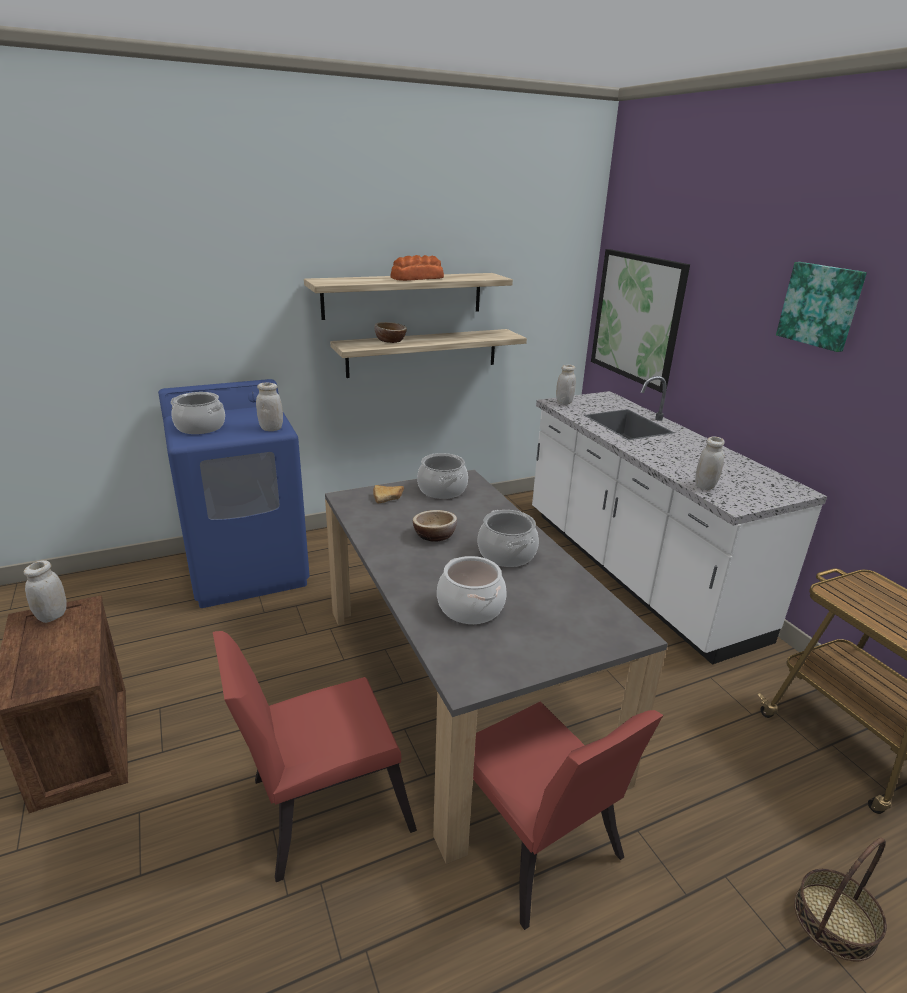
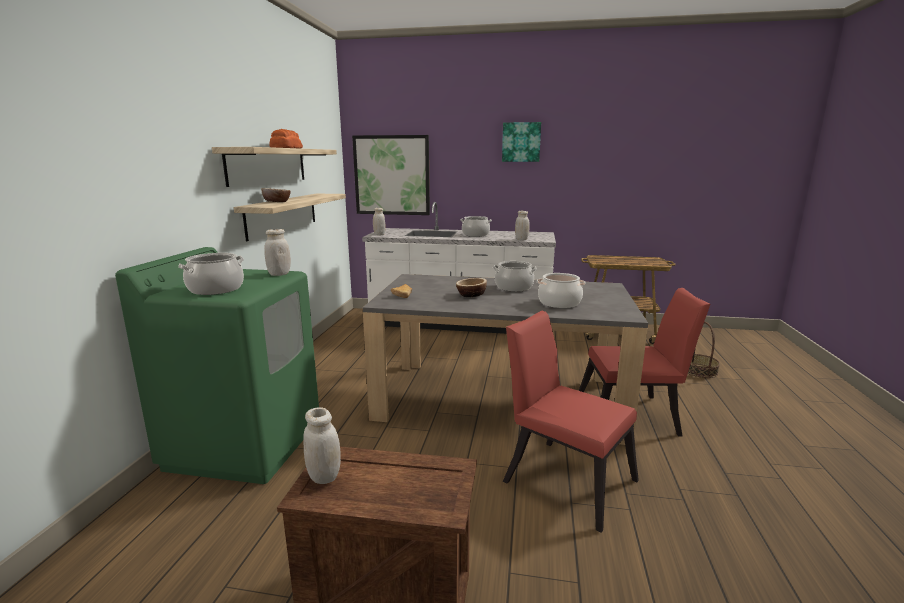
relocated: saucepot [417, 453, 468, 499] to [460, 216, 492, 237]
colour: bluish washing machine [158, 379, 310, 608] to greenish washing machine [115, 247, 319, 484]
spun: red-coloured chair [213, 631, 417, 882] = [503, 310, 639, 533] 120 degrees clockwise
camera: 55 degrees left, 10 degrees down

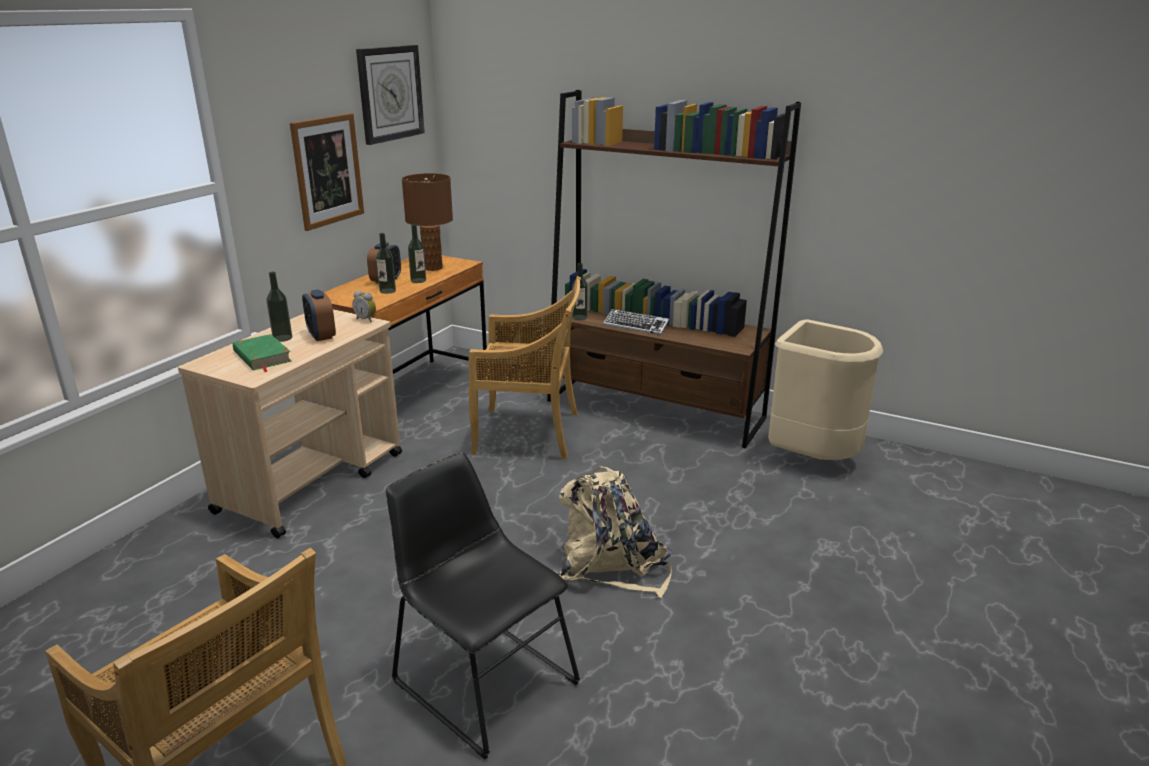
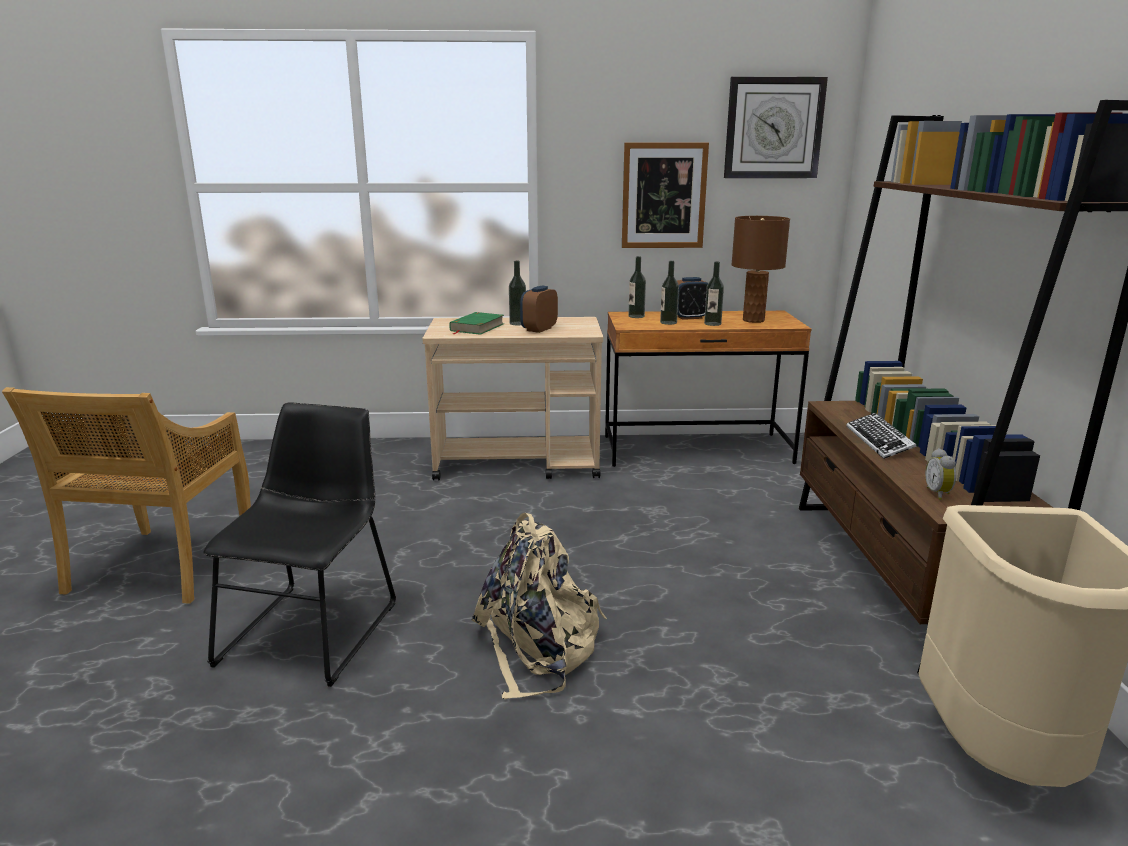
missing: beige-coloured chair [469, 276, 581, 459]
relocated: table clock [352, 290, 376, 322] to [925, 448, 956, 500]; bottle [572, 263, 588, 320] to [628, 256, 646, 318]
camera: 60 degrees right, 5 degrees down

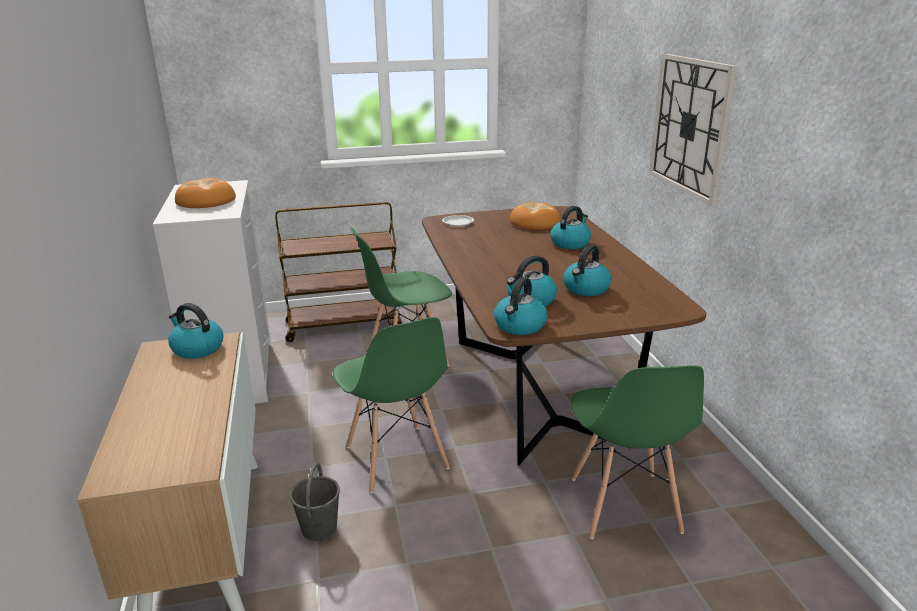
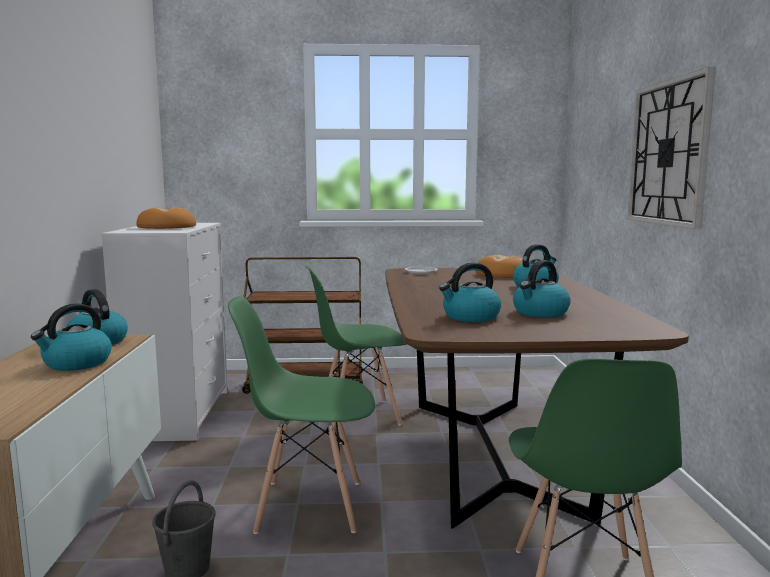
relocated: tea kettle [494, 277, 547, 335] to [31, 303, 112, 371]
spun: greenish chair [333, 317, 450, 494] = [228, 296, 375, 534] 105 degrees clockwise
camera: 10 degrees right, 15 degrees down

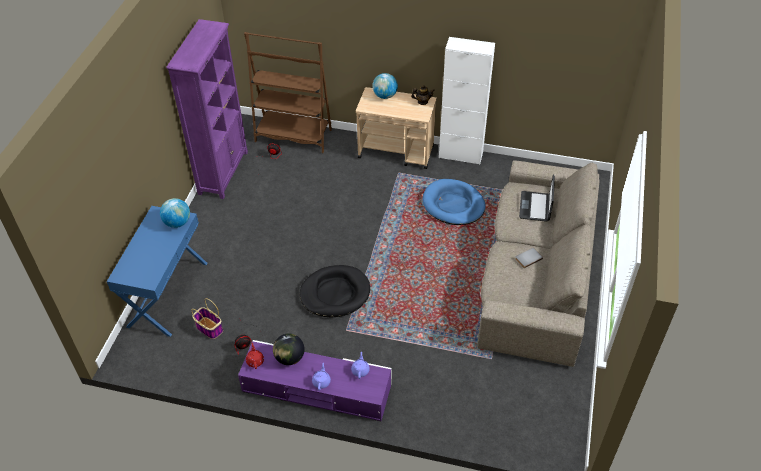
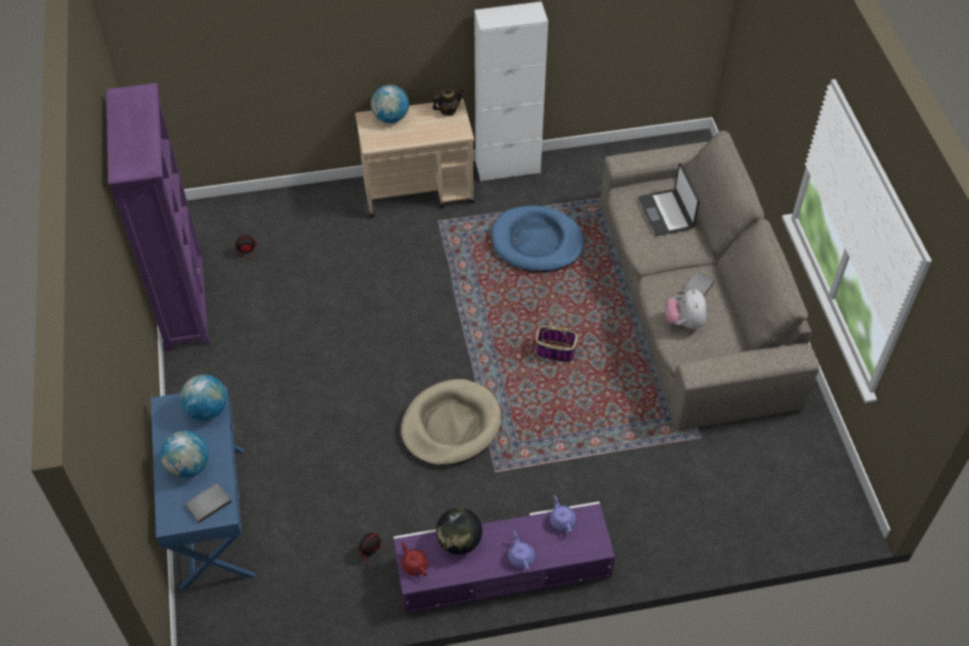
missing: brown bookshelf [244, 32, 332, 153]
appeared: world globe [160, 431, 209, 478]; gray book [186, 483, 232, 523]; plush toy [665, 289, 706, 329]
relocated: basket [191, 298, 223, 339] to [536, 310, 578, 362]
colour: black pet bed [300, 265, 370, 318] to beige-coloured pet bed [401, 379, 501, 466]
camera: 25 degrees left, 5 degrees up

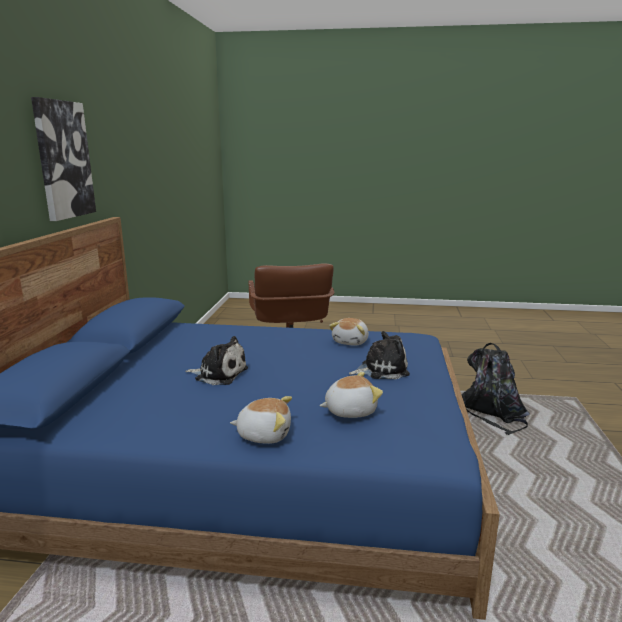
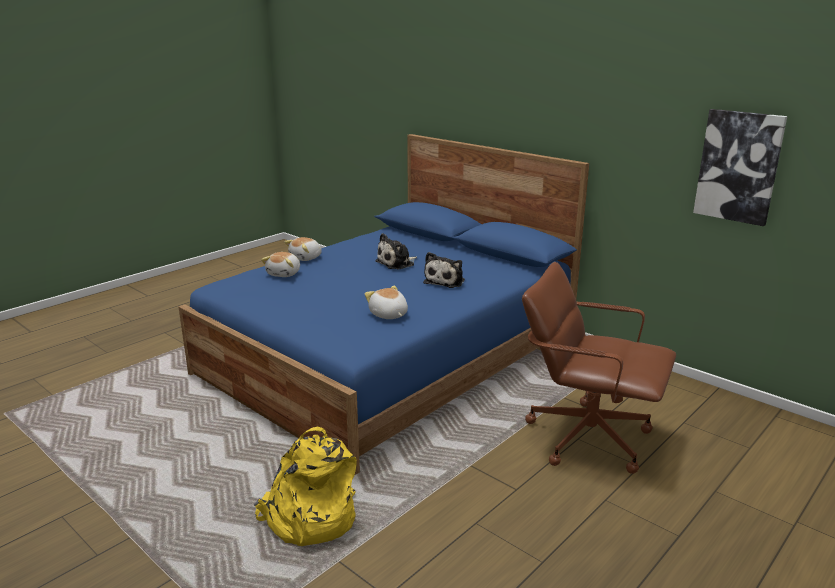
relocated: wall picture [31, 97, 96, 221] to [693, 109, 787, 226]; plush toy [349, 331, 410, 379] to [423, 252, 465, 288]
colour: black backpack [461, 343, 530, 435] to yellow backpack [254, 426, 357, 546]
camera: 125 degrees right, 5 degrees up

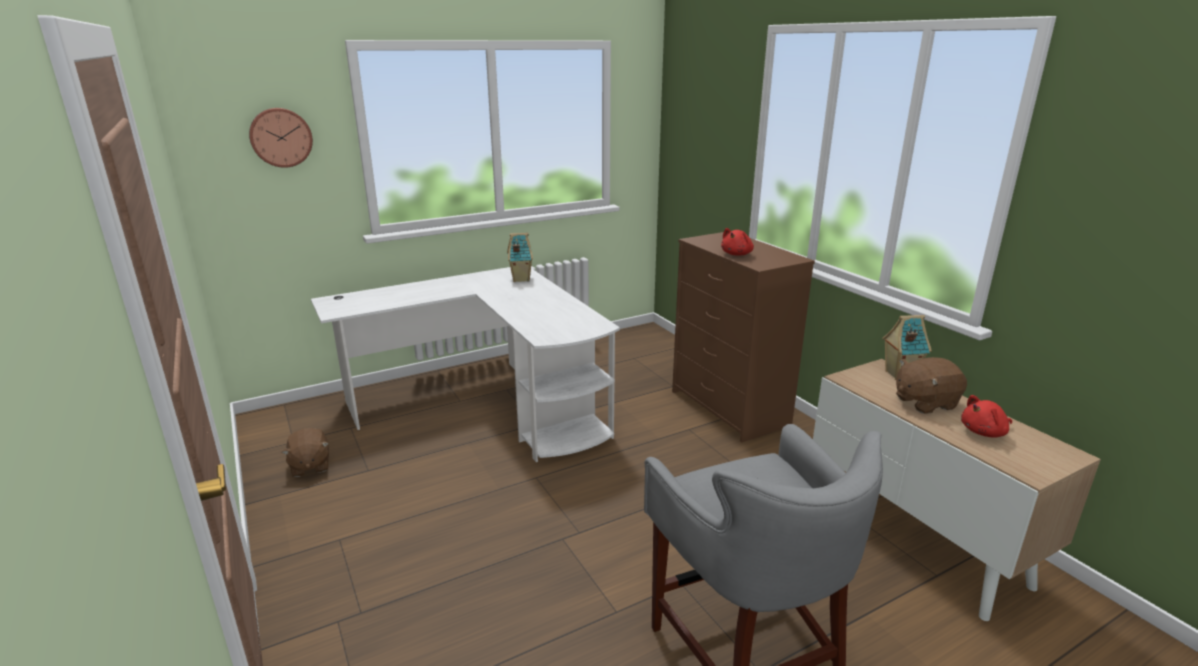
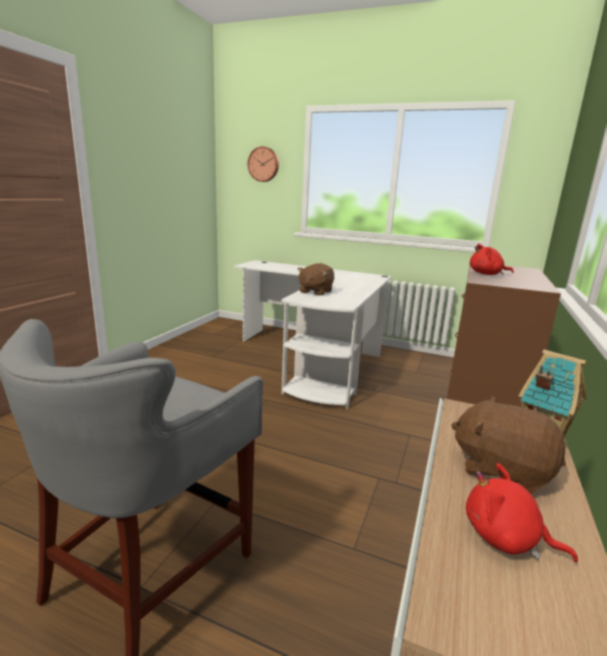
missing: miniature house [507, 233, 533, 282]
relocated: brown plush toy [282, 428, 329, 477] to [298, 263, 334, 296]
camera: 50 degrees right, 5 degrees down

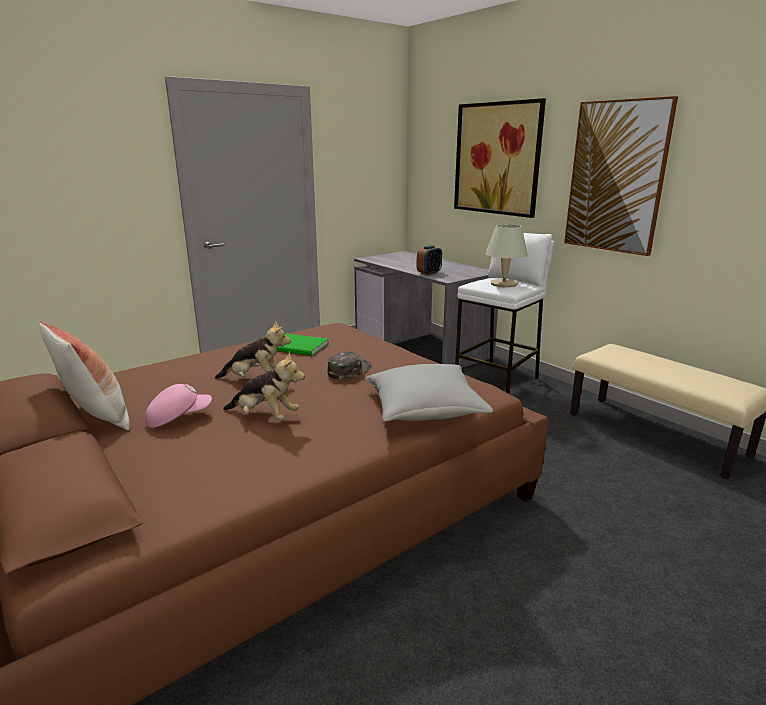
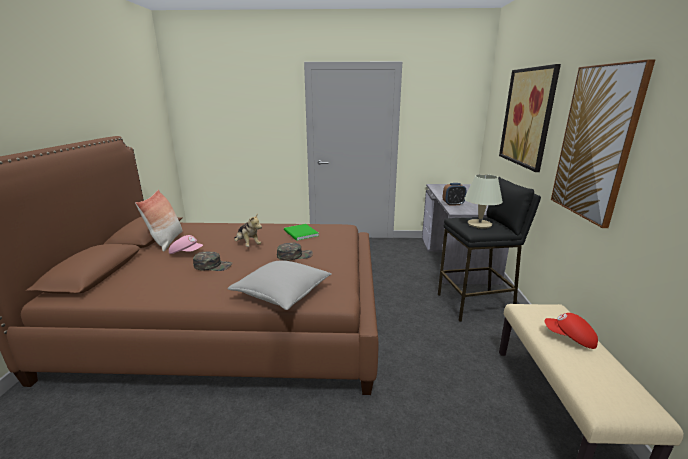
appeared: red-coloured cap [545, 313, 598, 349]
exchanged: plush toy [223, 351, 305, 419] to greenish cap [193, 251, 232, 271]
colour: whitish stool [455, 233, 554, 394] to black stool [438, 177, 541, 322]
camera: 40 degrees right, 0 degrees up

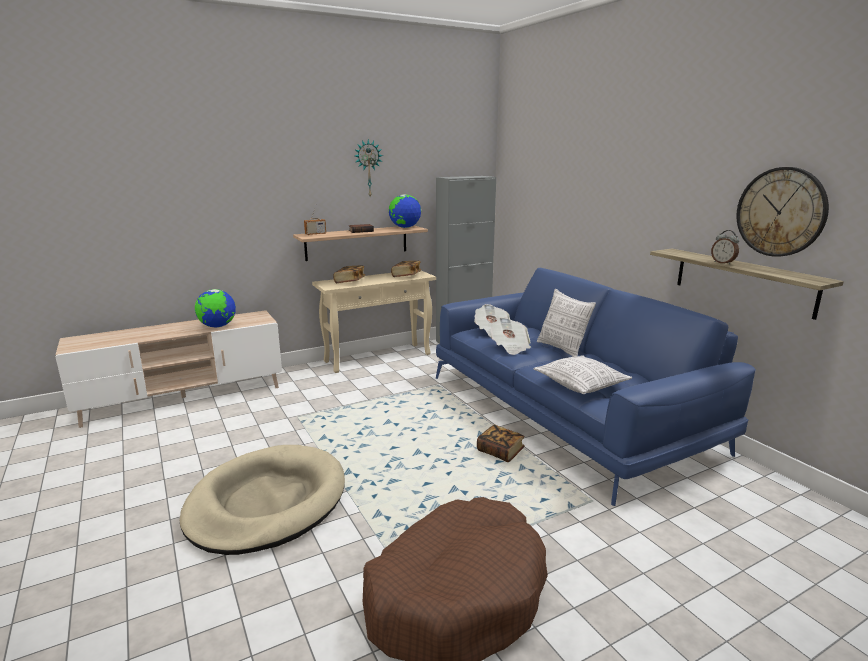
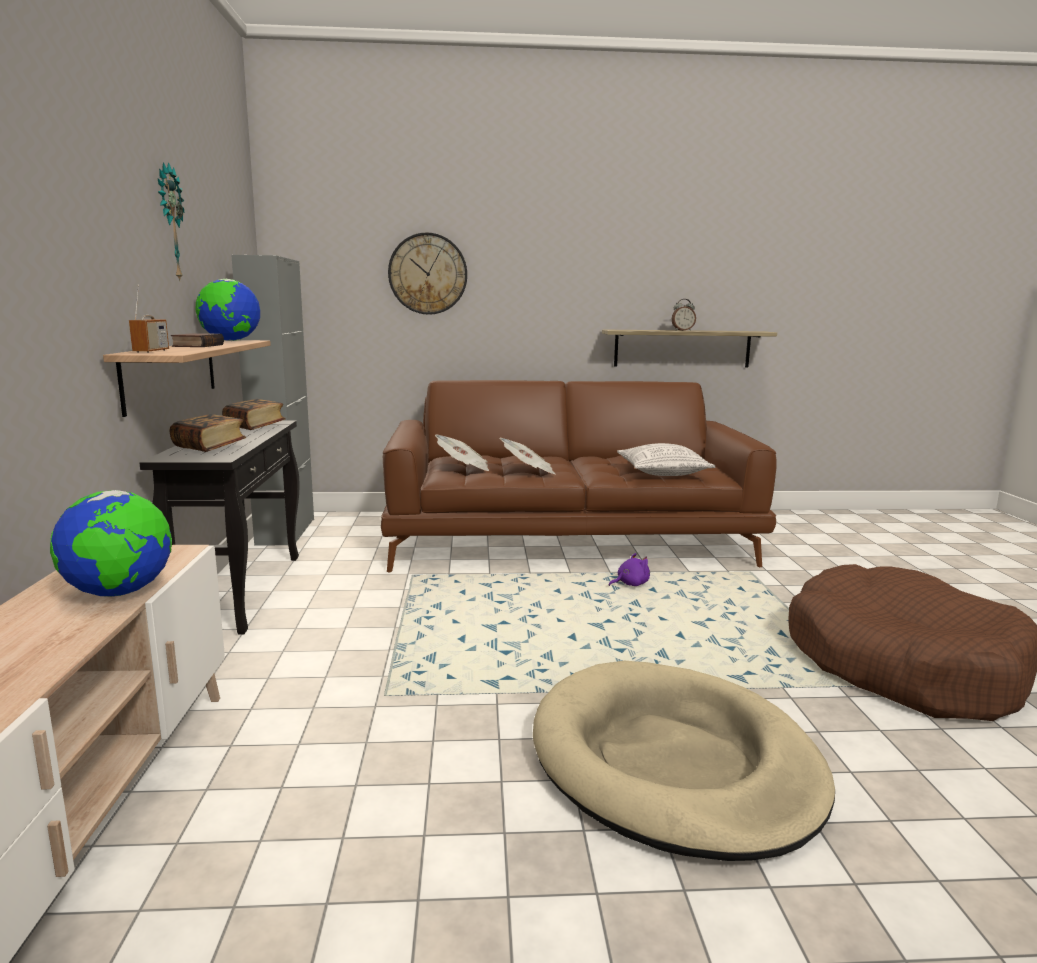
missing: throw pillow [537, 289, 596, 357]
relocated: clock on the wall [736, 167, 829, 257] to [388, 233, 467, 315]
exchanged: book [477, 425, 525, 462] to purplish plush toy [609, 553, 650, 586]
colour: beige-coloured console table [312, 271, 436, 373] to black console table [139, 421, 300, 635]; bluish sofa [436, 268, 756, 506] to brown sofa [381, 380, 776, 573]
camera: 65 degrees left, 5 degrees down

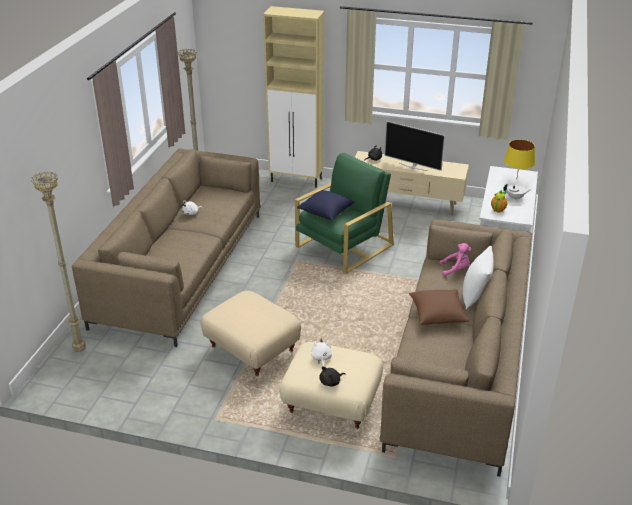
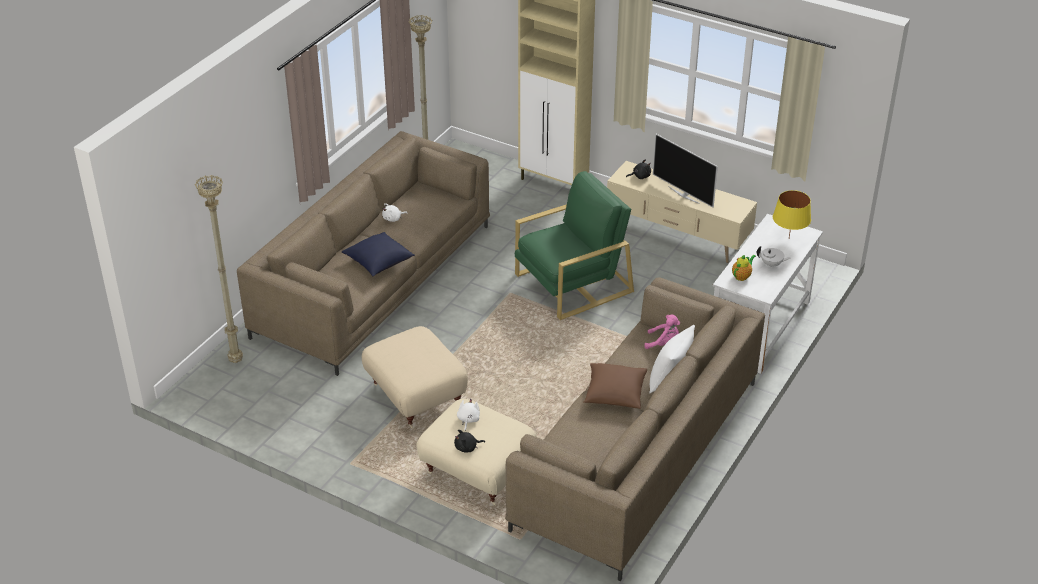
relocated: bluish throw pillow [297, 190, 355, 220] to [342, 232, 415, 276]
camera: 15 degrees right, 5 degrees up

